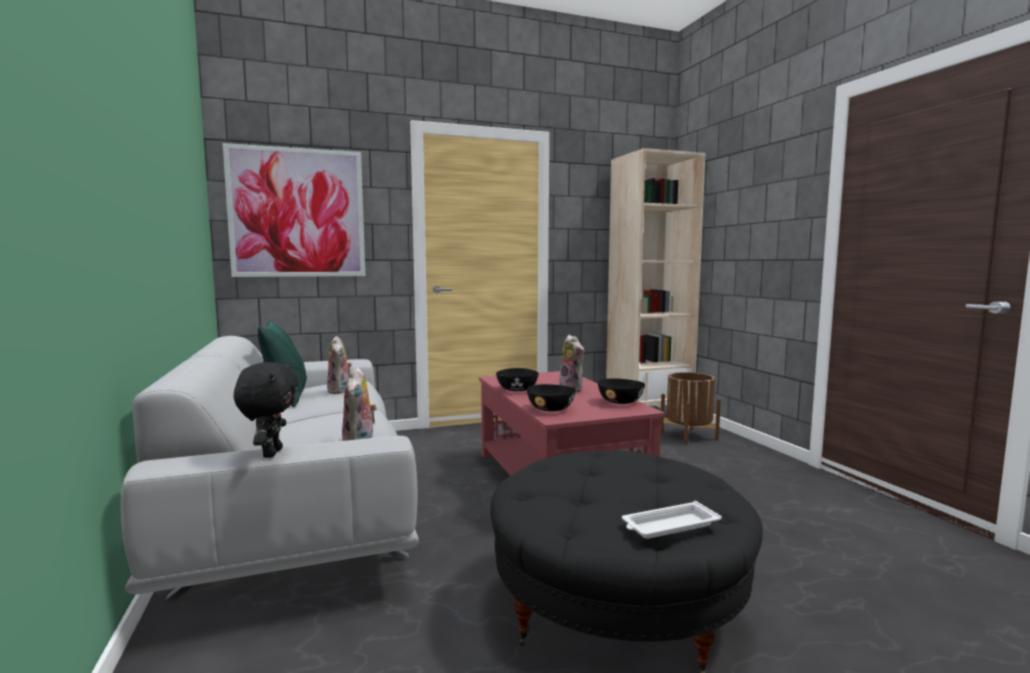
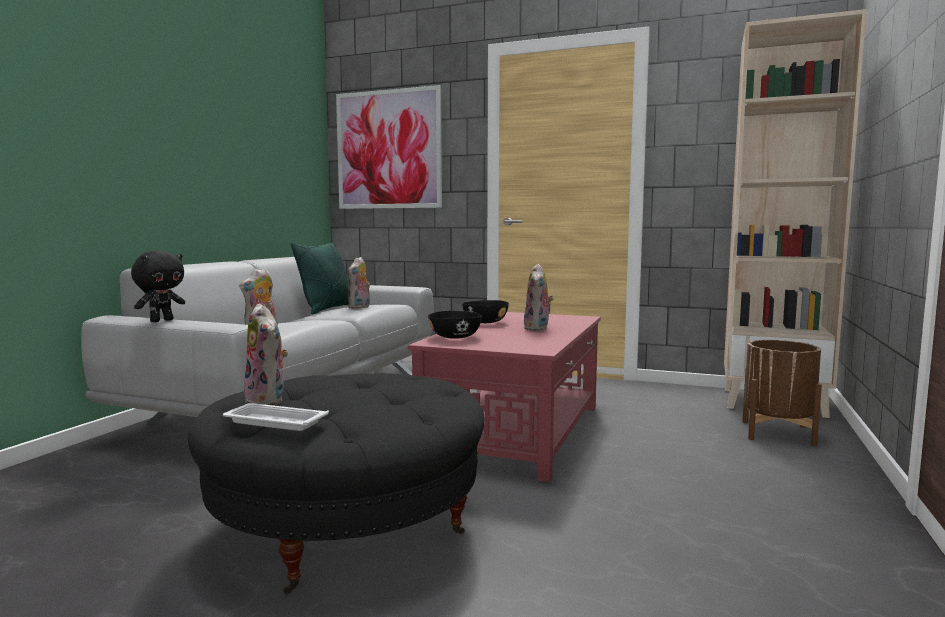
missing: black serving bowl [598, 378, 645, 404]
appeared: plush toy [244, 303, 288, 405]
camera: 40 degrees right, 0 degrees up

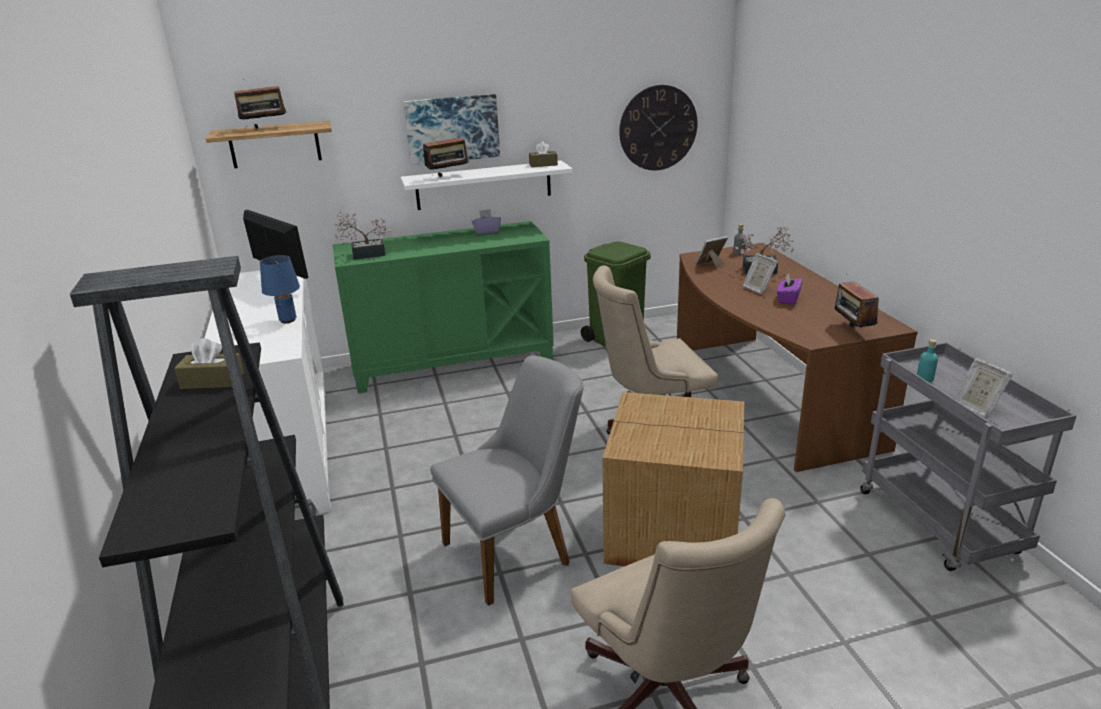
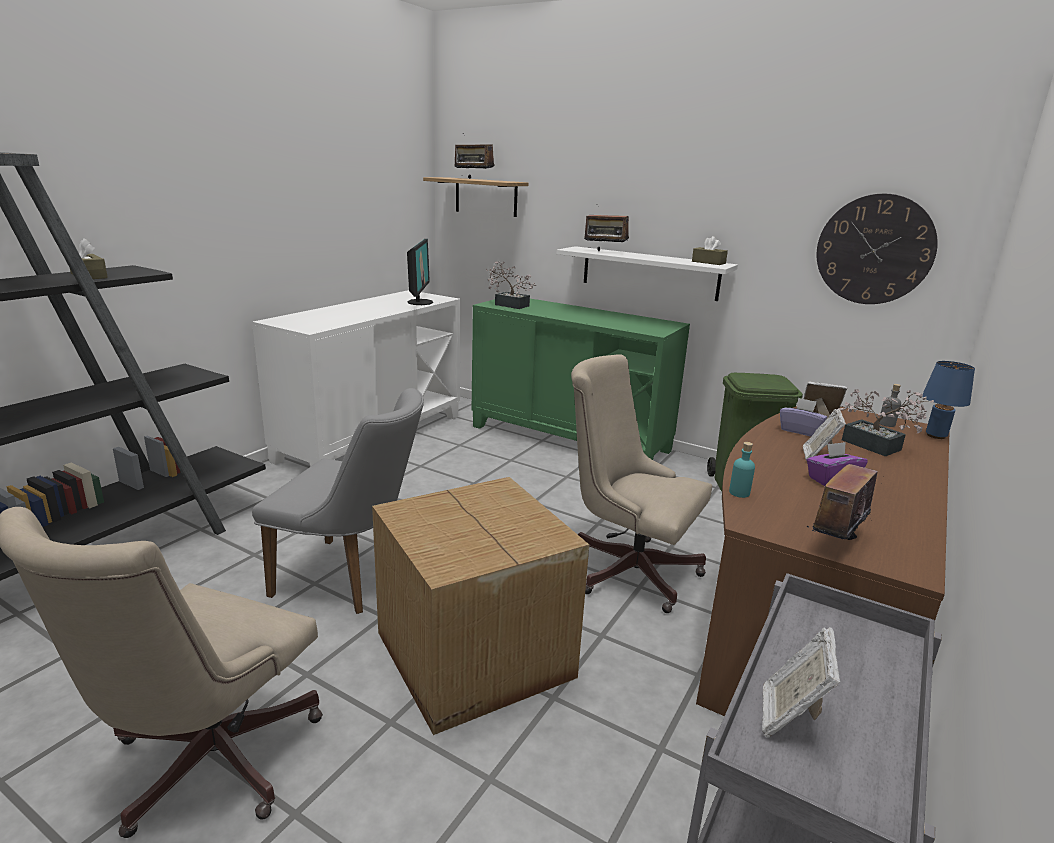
missing: wall picture [403, 94, 500, 165]
relocated: bluish table lamp [260, 255, 300, 323] to [922, 361, 975, 439]; purplish box of tissues [471, 209, 501, 234] to [780, 397, 827, 437]; turquoise bottle [917, 339, 938, 383] to [729, 442, 755, 498]
camera: 45 degrees right, 5 degrees down

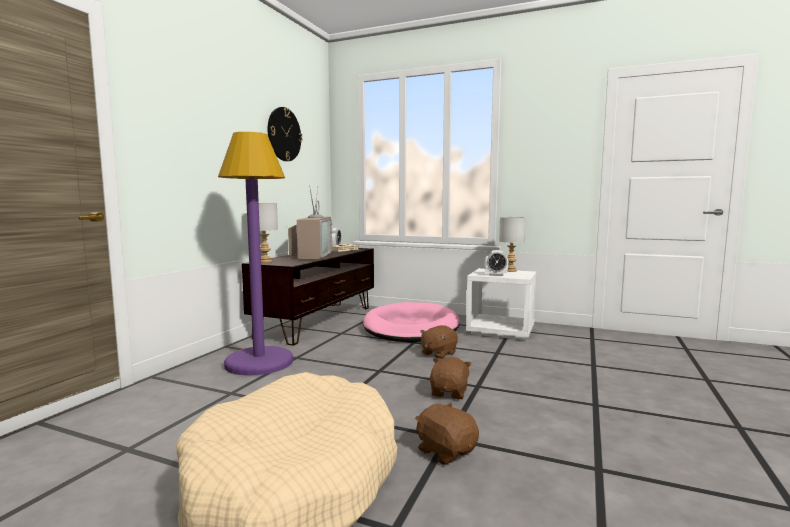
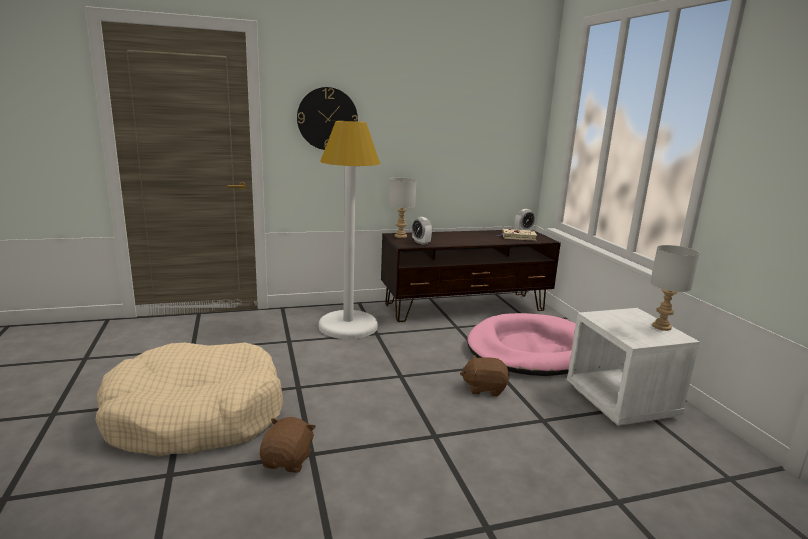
missing: television [288, 185, 333, 260]; brown plush toy [430, 357, 472, 399]
relocated: clock on the wall [267, 107, 303, 161] to [297, 87, 358, 150]; table clock [485, 250, 509, 276] to [412, 217, 432, 245]
colour: purplish standard lamp [218, 132, 293, 376] to whitish standard lamp [318, 121, 380, 339]
camera: 50 degrees right, 10 degrees up

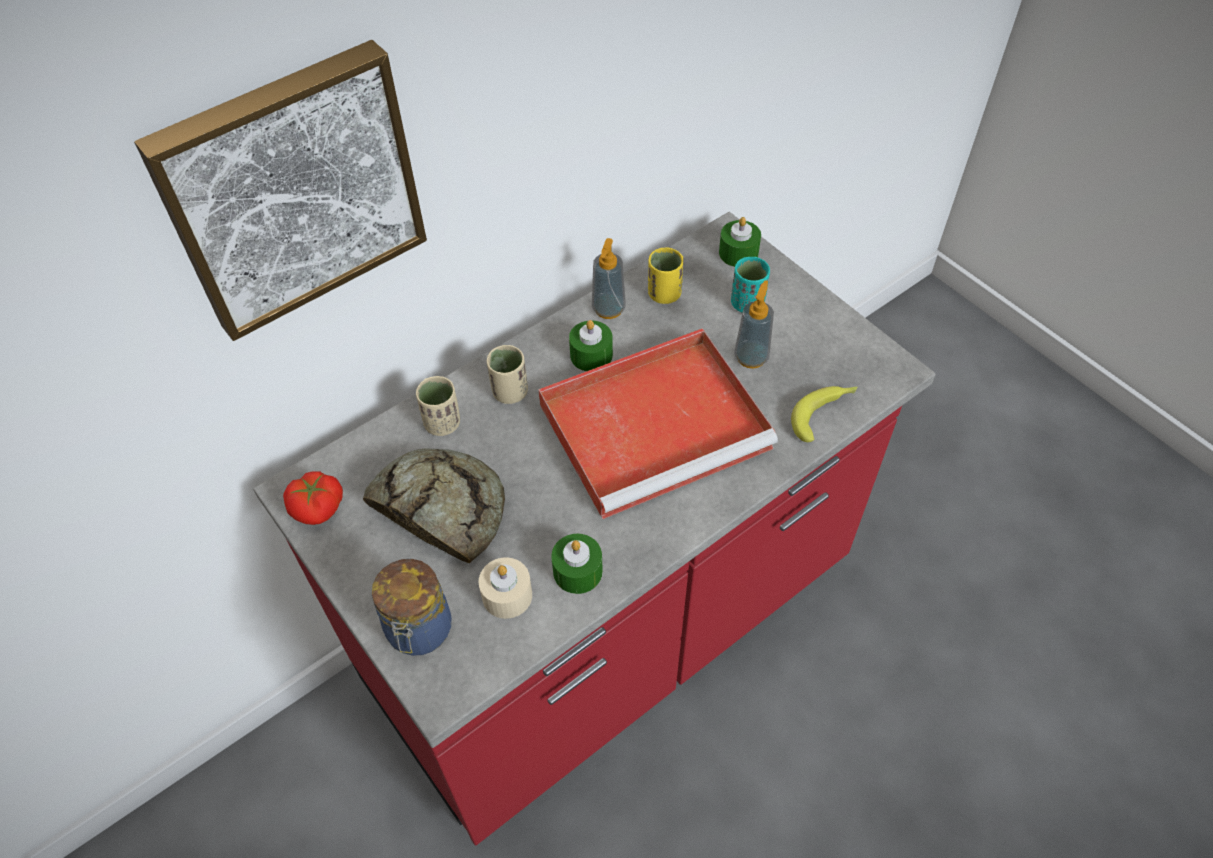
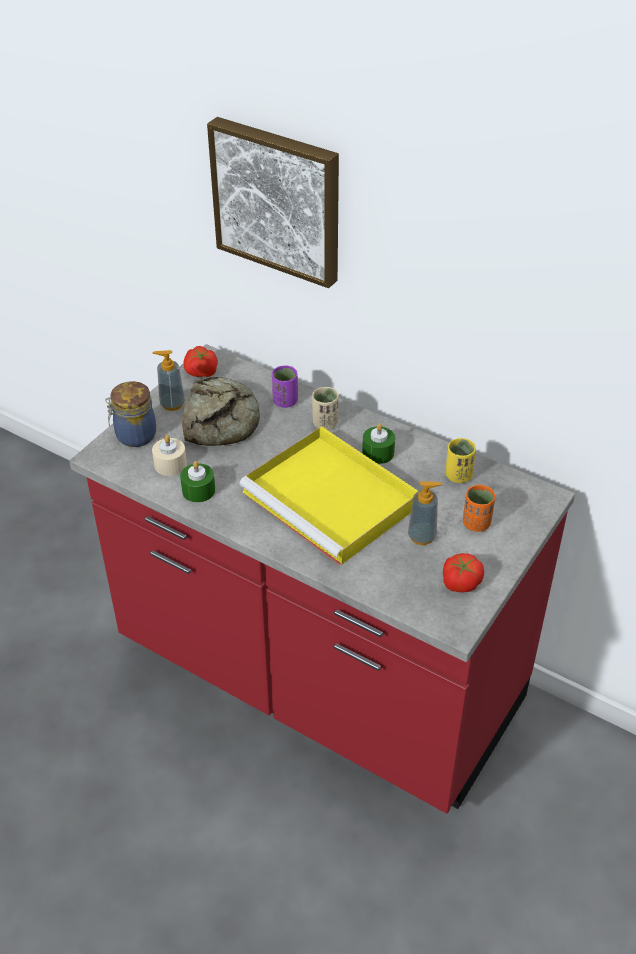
missing: greenish candle [719, 217, 761, 267]; banana [791, 386, 857, 442]
appeared: fresh tomato [443, 553, 484, 593]
relocated: liquid soap bottle [592, 238, 626, 319] to [153, 350, 185, 411]
colour: beige-coloured small cup [416, 376, 460, 436] to purplish small cup [272, 365, 298, 408]; red-coloured tray [538, 328, 778, 519] to yellow tray [239, 426, 418, 566]; turquoise small cup [731, 257, 770, 313] to orangey small cup [463, 485, 496, 532]
camera: 70 degrees right, 10 degrees down

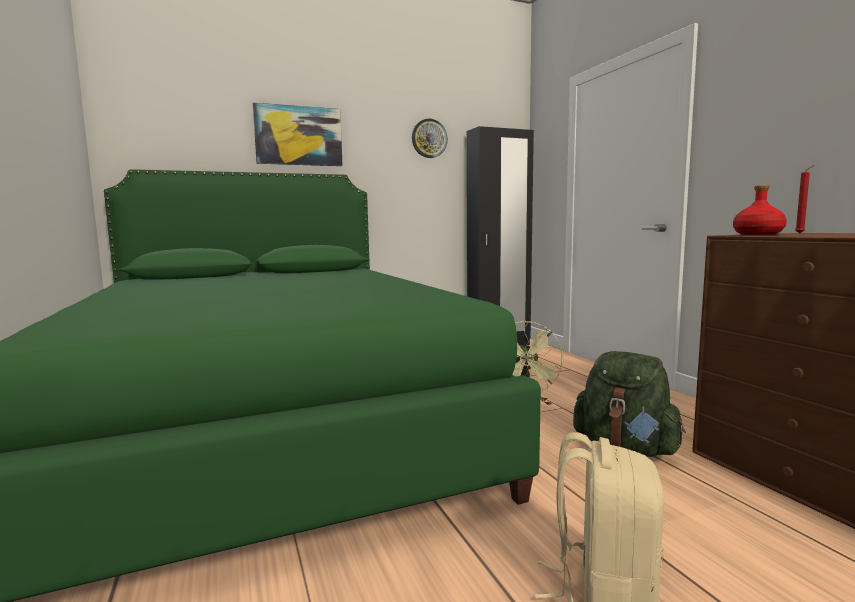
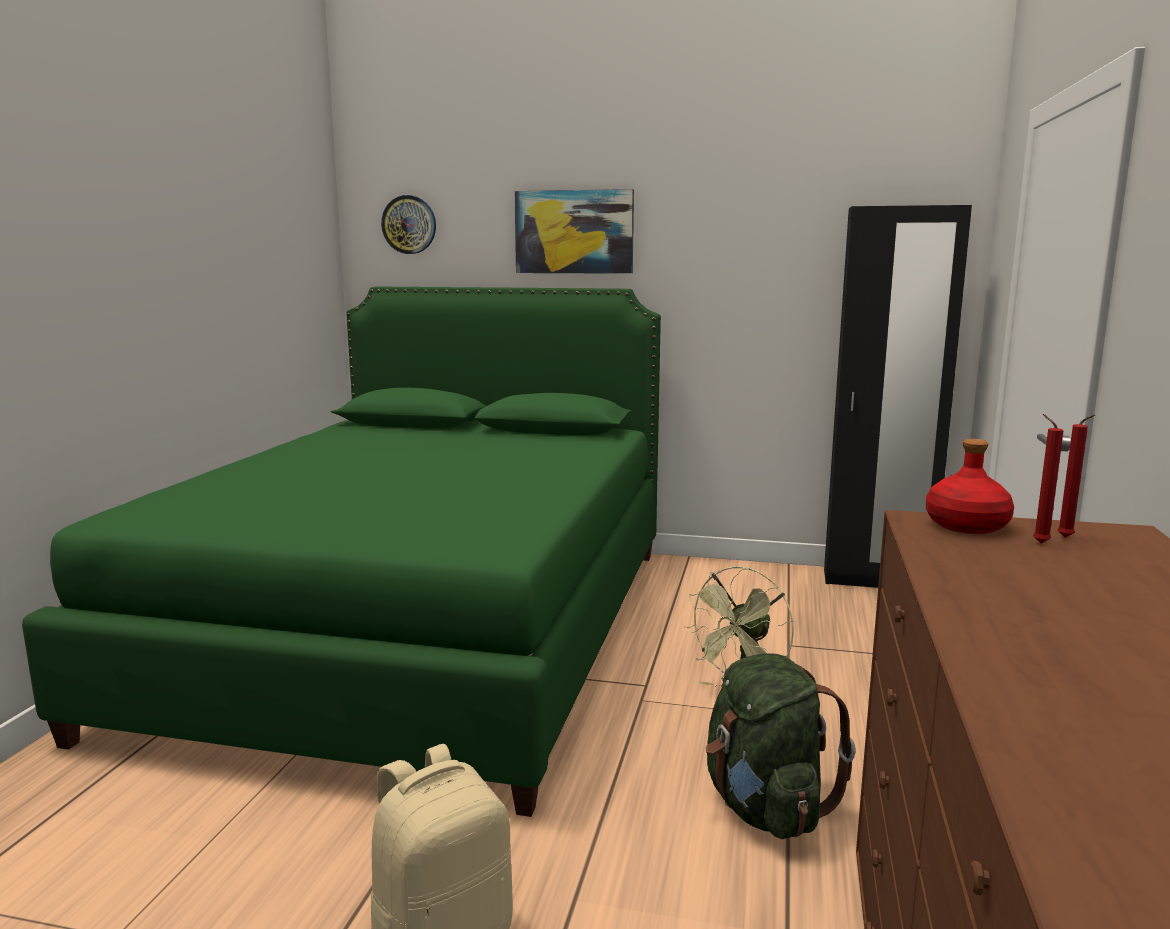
appeared: red-coloured candle [1033, 414, 1064, 544]
relocated: clock on the wall [412, 119, 448, 158] to [381, 195, 436, 254]
camera: 35 degrees right, 5 degrees up

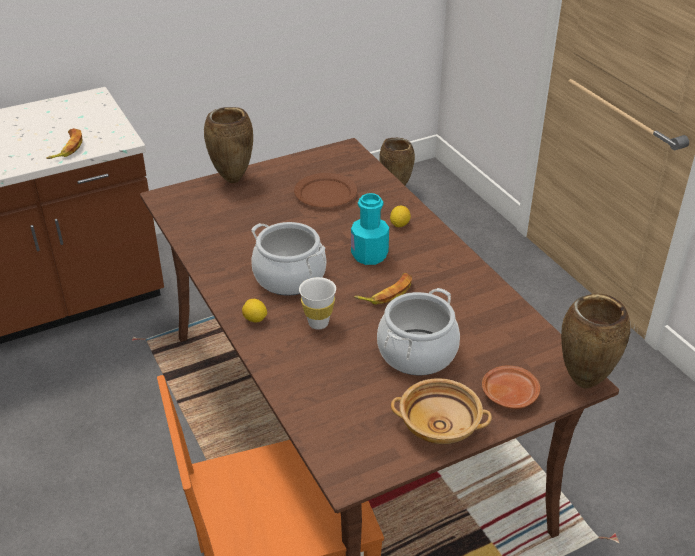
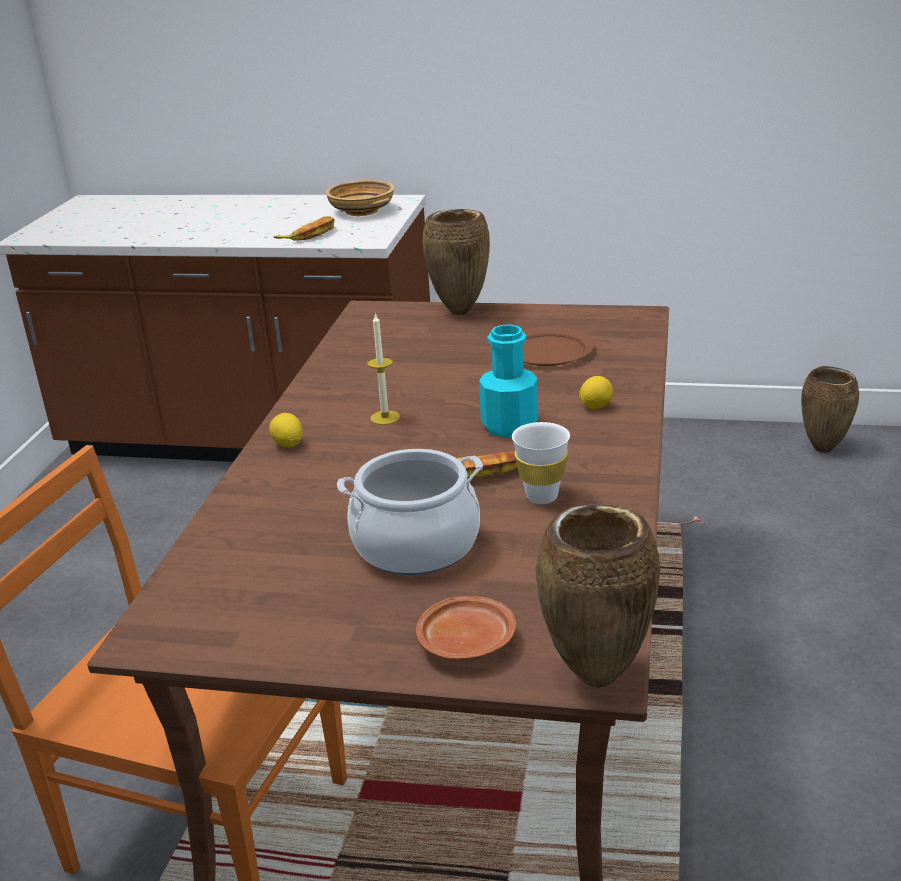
relocated: whitish small cup [299, 277, 336, 330] to [512, 422, 570, 504]; beige-coloured serving bowl [391, 378, 492, 444] to [325, 180, 394, 216]
exchanged: saucepot [251, 222, 326, 296] to candle [367, 313, 400, 425]
camera: 40 degrees right, 10 degrees down

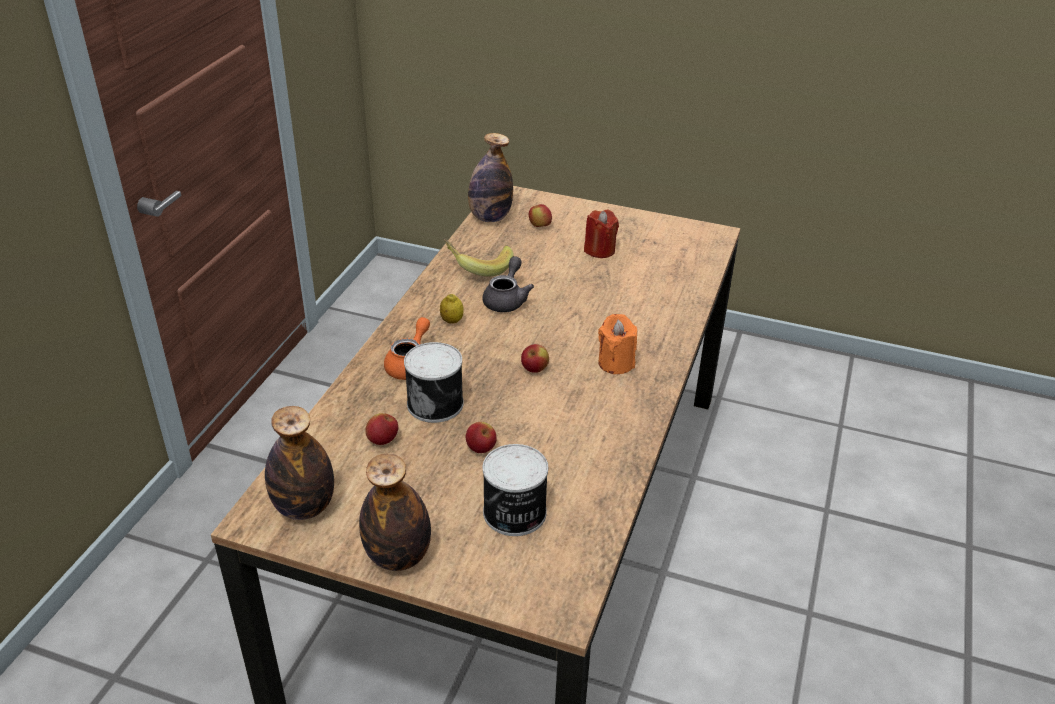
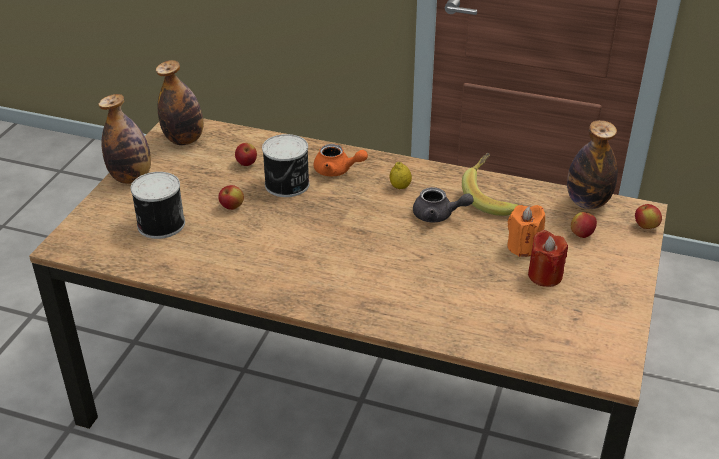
relocated: apple fruit [521, 344, 549, 373] to [635, 204, 662, 229]; orangey candle [598, 314, 637, 374] to [507, 205, 545, 257]
camera: 90 degrees right, 0 degrees up

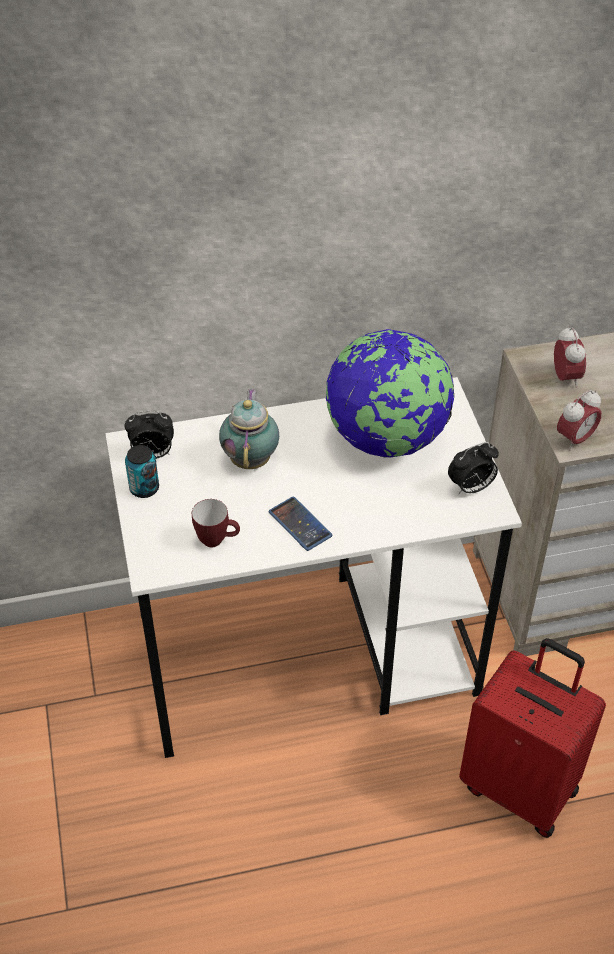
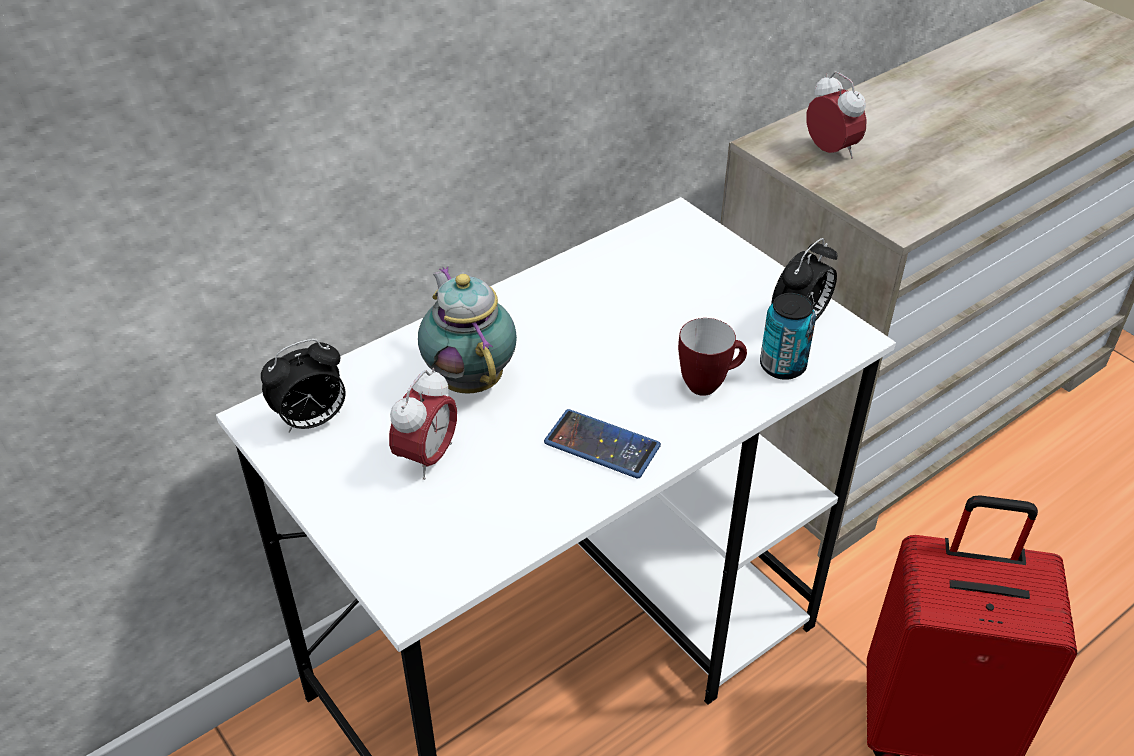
missing: world globe [326, 329, 454, 457]
relocated: sealed can [125, 445, 159, 498] to [760, 293, 816, 380]; mug [192, 499, 240, 547] to [678, 318, 747, 396]; table clock [557, 390, 602, 451] to [389, 368, 457, 480]
camera: 25 degrees left, 5 degrees down

